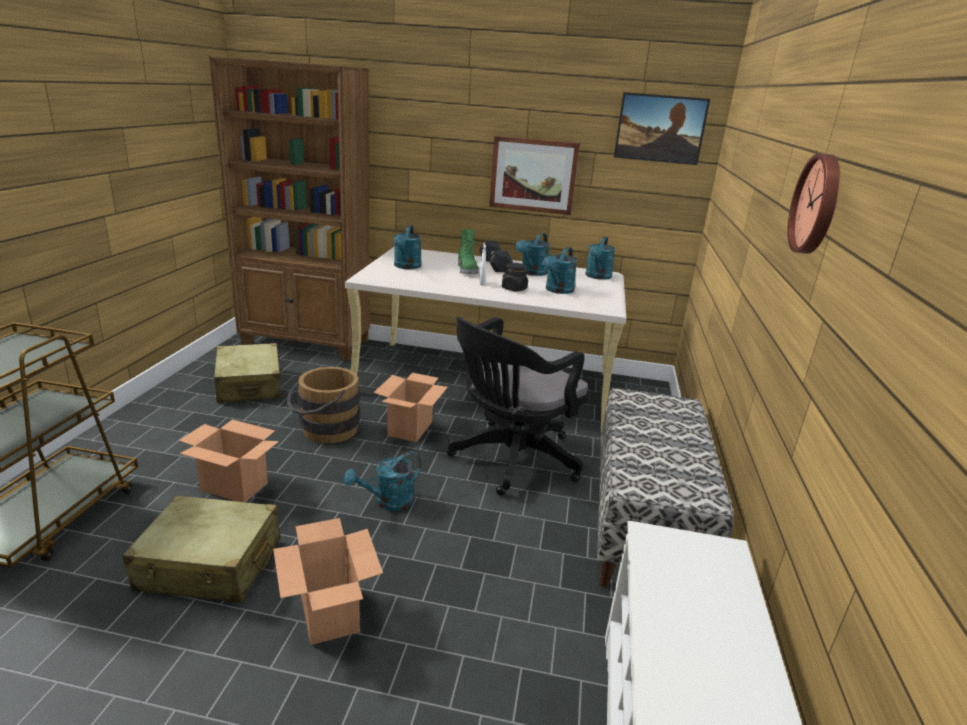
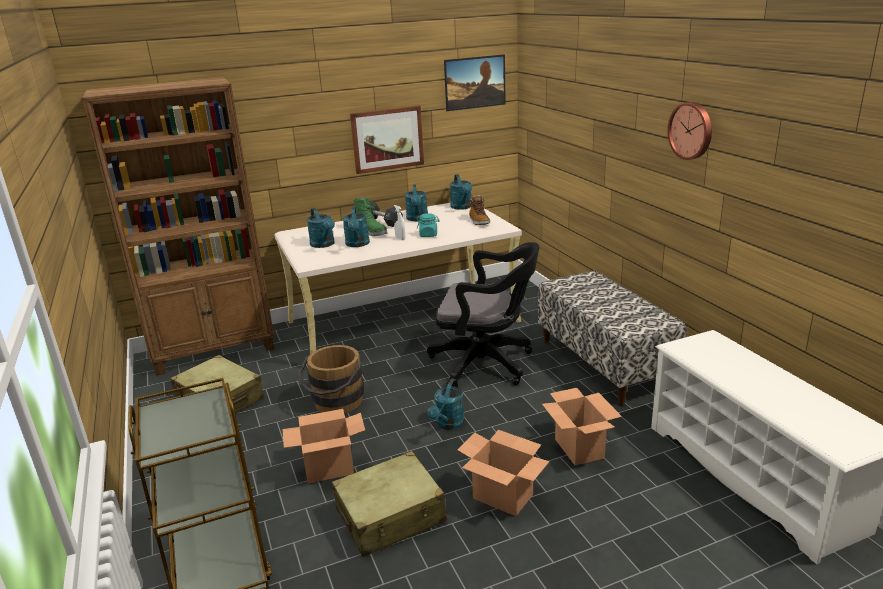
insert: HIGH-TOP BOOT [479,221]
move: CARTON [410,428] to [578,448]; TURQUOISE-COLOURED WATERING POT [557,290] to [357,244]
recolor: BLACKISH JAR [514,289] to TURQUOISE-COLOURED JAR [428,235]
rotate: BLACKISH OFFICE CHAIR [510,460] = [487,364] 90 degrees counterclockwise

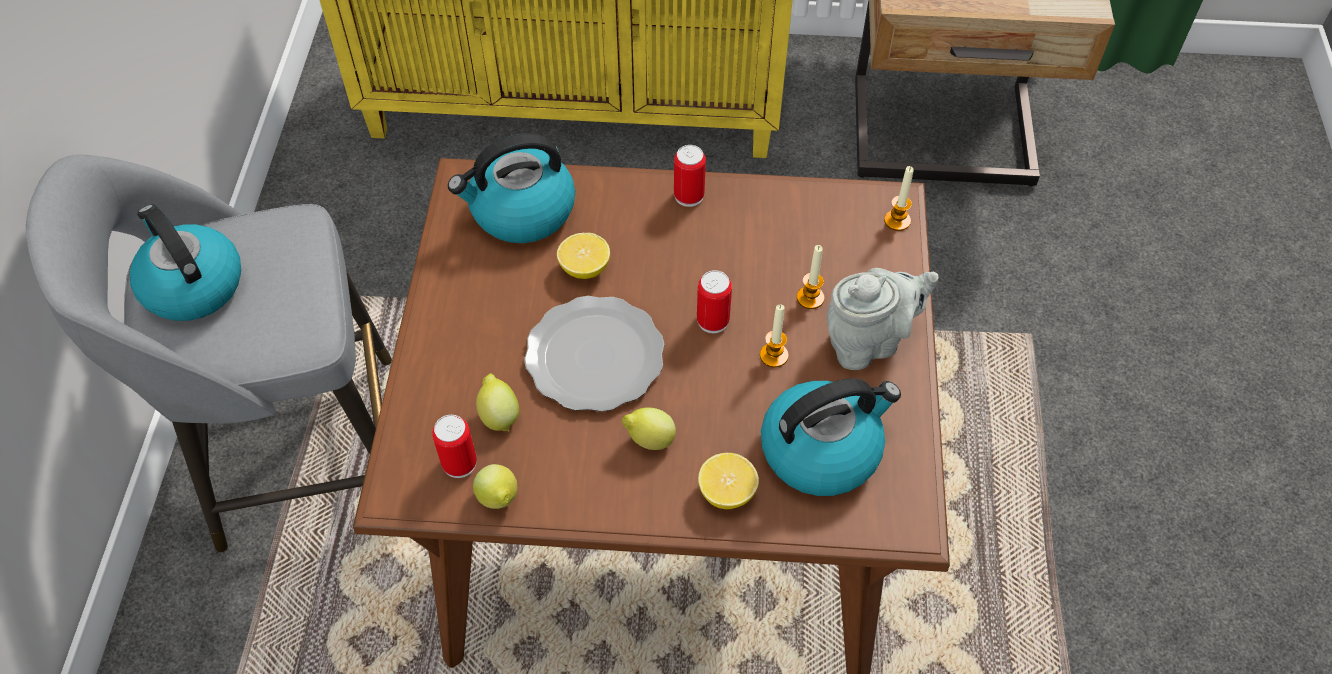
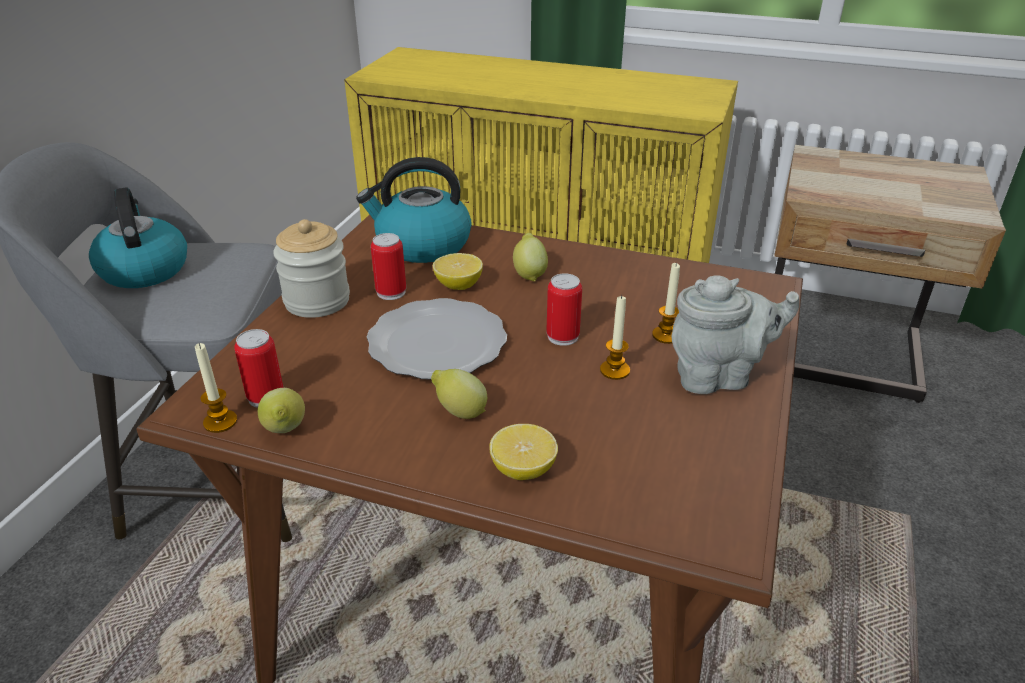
delete: TEA KETTLE [822,450]
insert: JAR [317,301]
move: LEMON [499,415] to [529,274]; METAL CAN [689,196] to [391,292]; CANDLE [897,221] to [220,422]

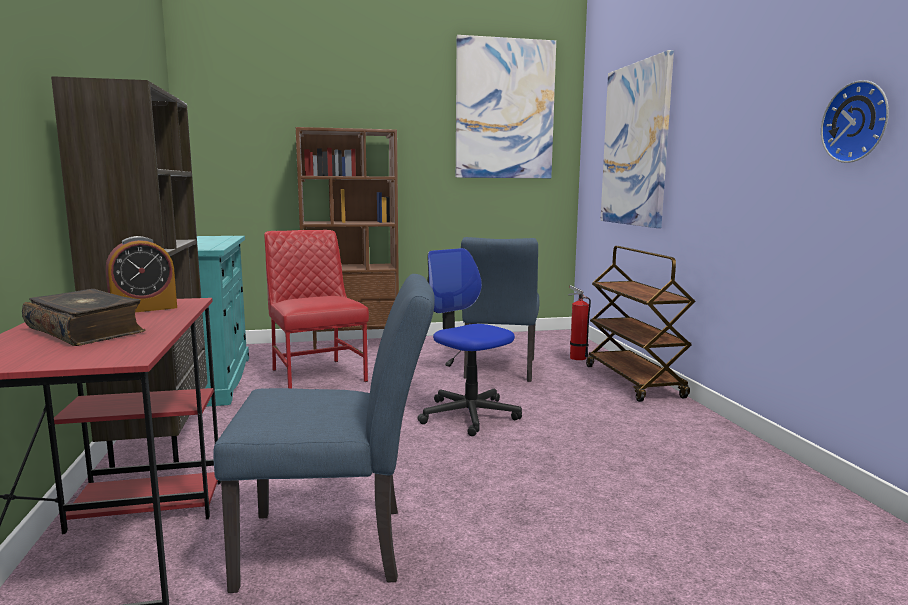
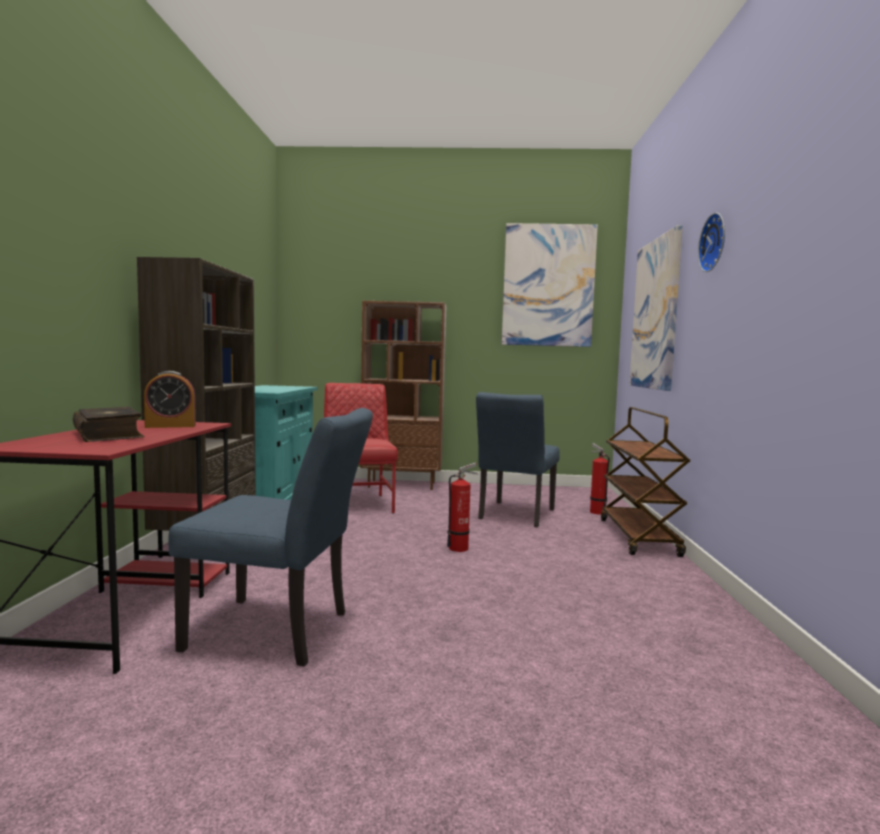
move: WALL CLOCK [858,122] to [715,242]
replace: OFFICE CHAIR [469,415] to FIRE EXTINGUISHER [461,548]

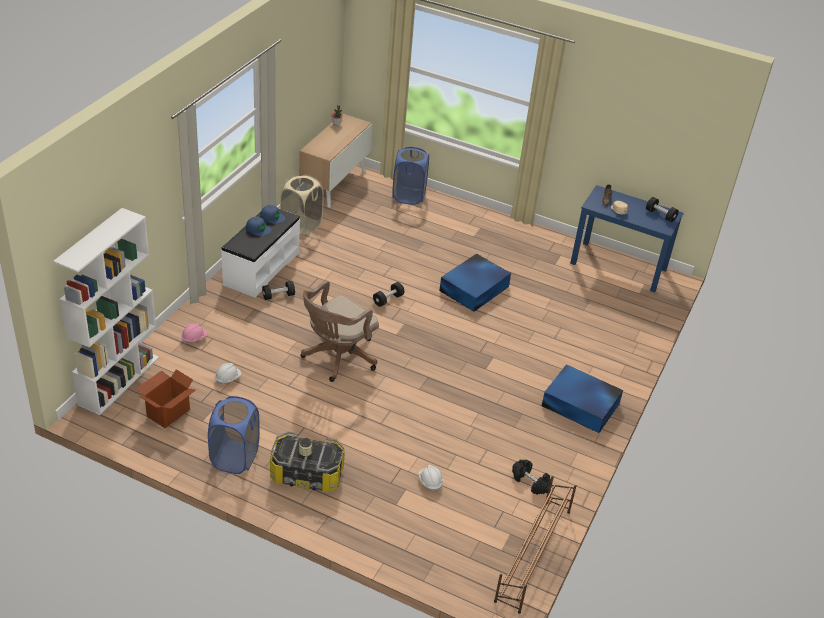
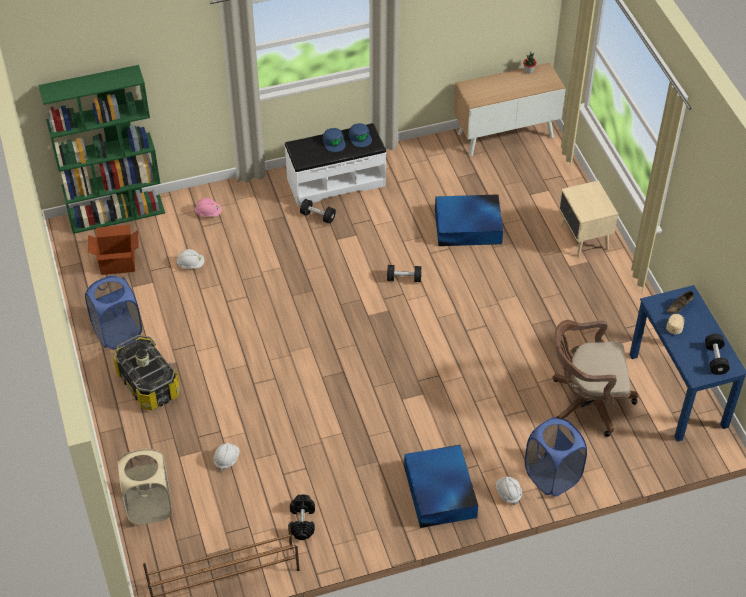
insert: WHITE WORK HELMET [508,493]; SAND-COLOURED NIGHTSTAND [583,238]
move: SAND-COLOURED LAUNDRY BASKET [301,226] to [149,506]; BROWNISH OFFICE CHAIR [337,358] to [586,402]; BLUE-COLOURED LAUNDRY BASKET [408,196] to [552,476]; BLUE-COLOURED STORAGE BIN [475,288] to [469,227]
recolor: WHITE SHELVING UNIT [119,380] to GREEN SHELVING UNIT [117,214]

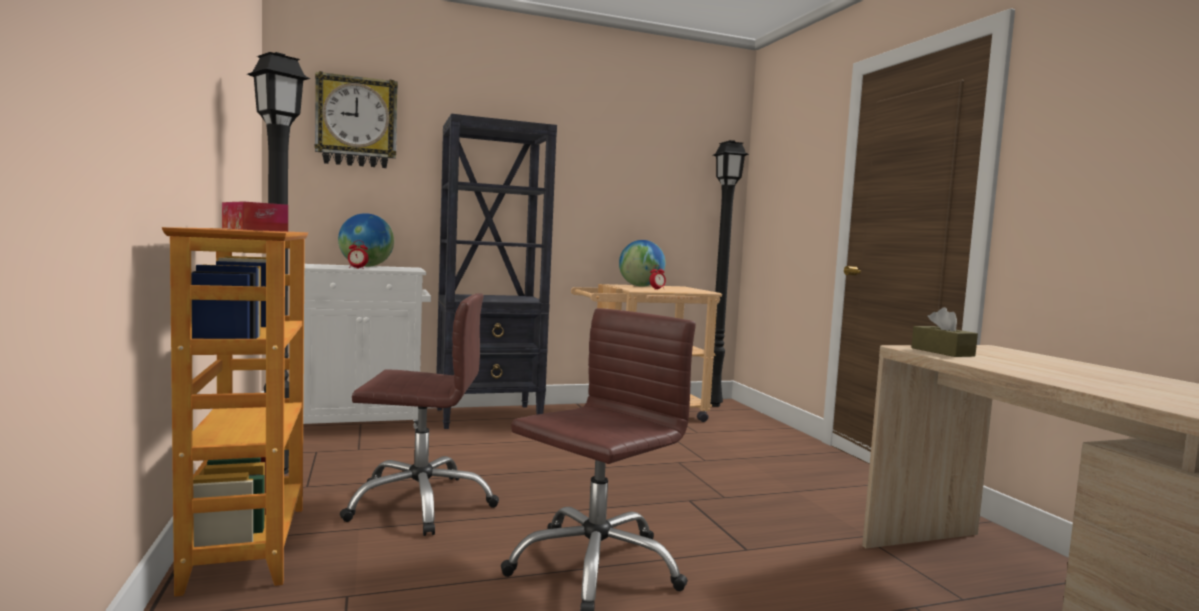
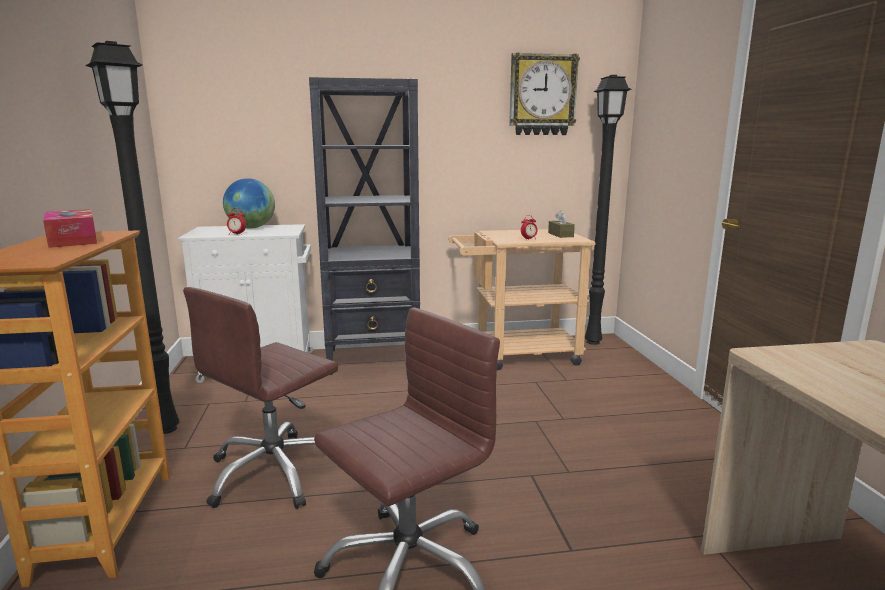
delete: GLOBE [641,286]
move: WALL CLOCK [356,122] to [542,95]; BROWNISH TISSUE BOX [942,352] to [560,235]
rotate: BROWNISH OFFICE CHAIR [421,503] = [274,472] 120 degrees clockwise

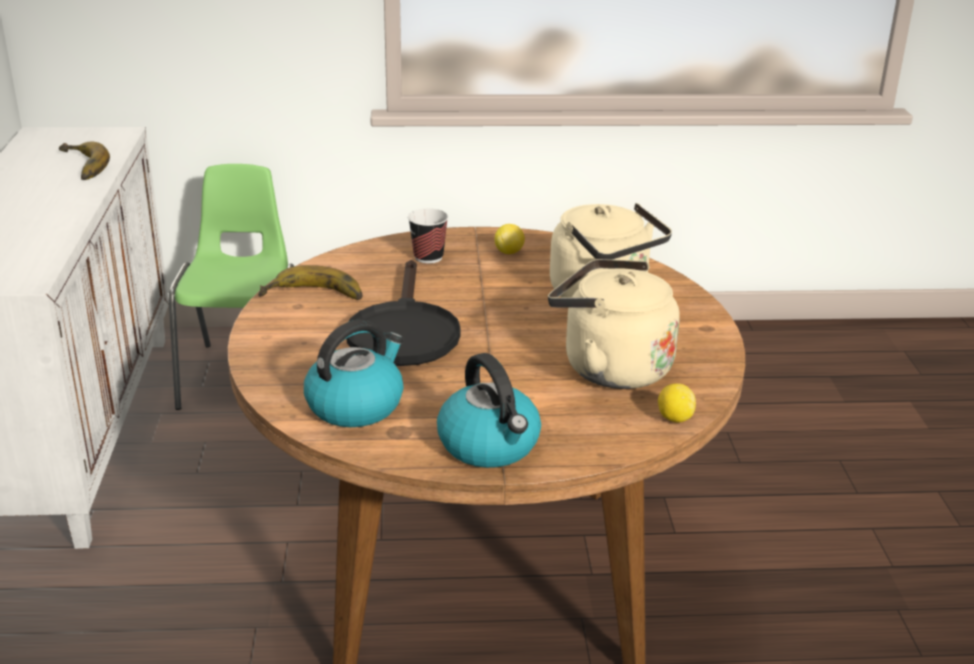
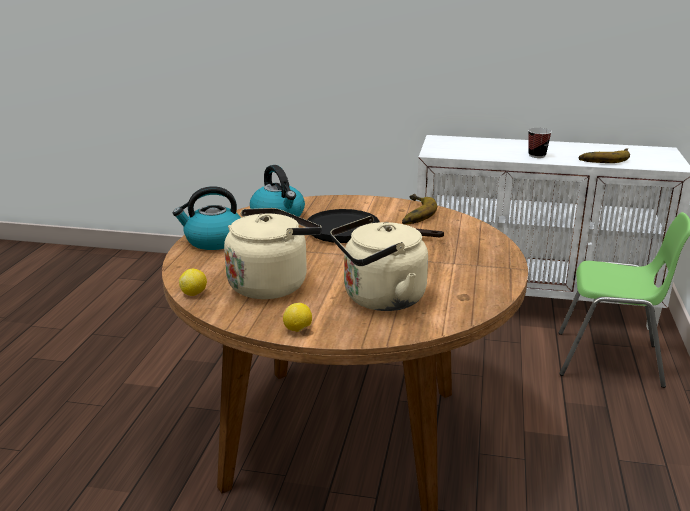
move: CUP [428,257] to [537,155]; LEMON [509,252] to [298,330]

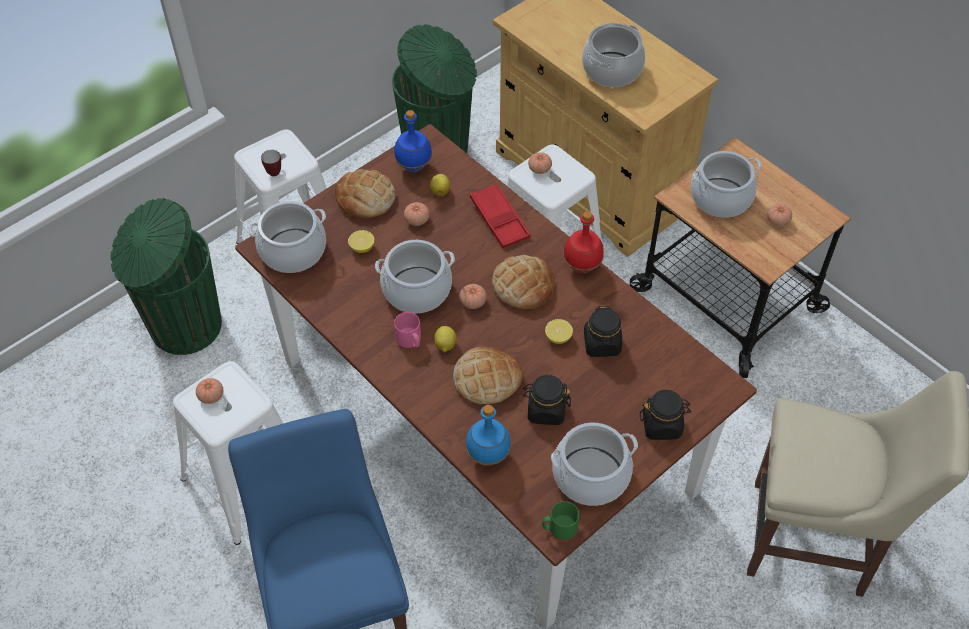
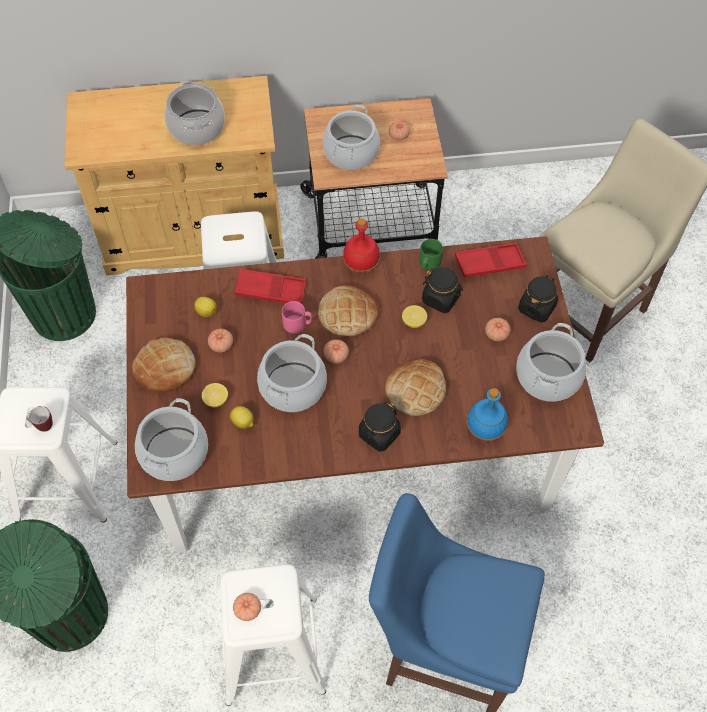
delete: BLUE-COLOURED BEVERAGE BOTTLE [414,167]
insert: RED SERVING TRAY [489,263]
move: PINK COFFEE MUG [410,340] to [297,324]; LEMON [445,345] to [243,423]; BLACKISH JAR [545,410] to [379,434]; WHOLE TOMATO [539,169] to [496,334]; GREEN COFFEE MUG [559,528] to [428,264]

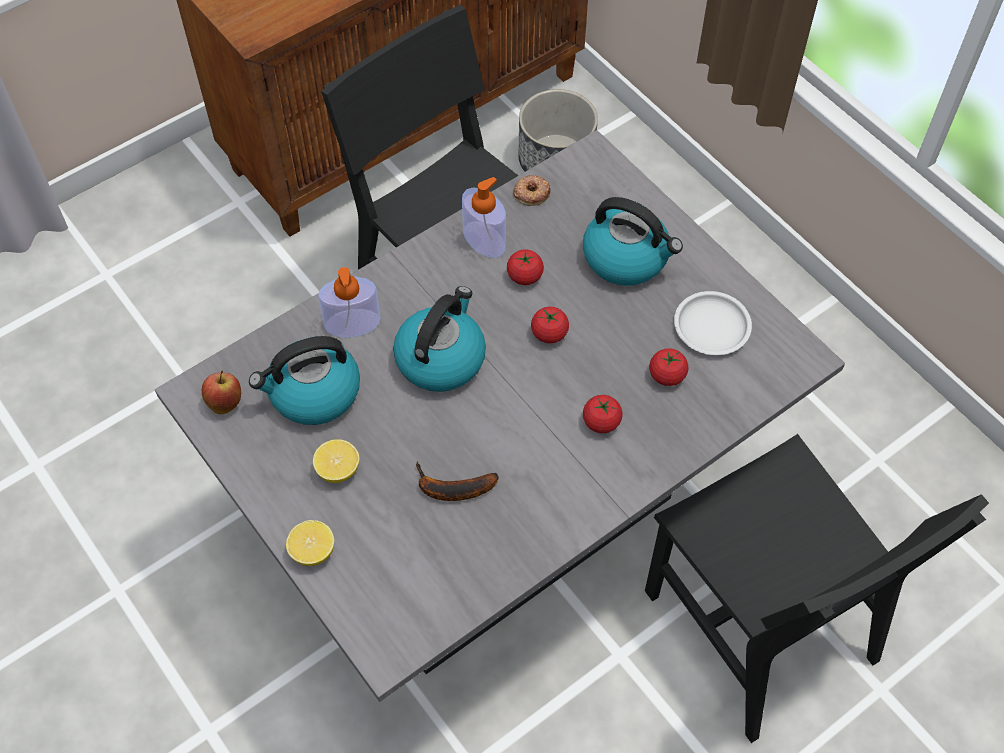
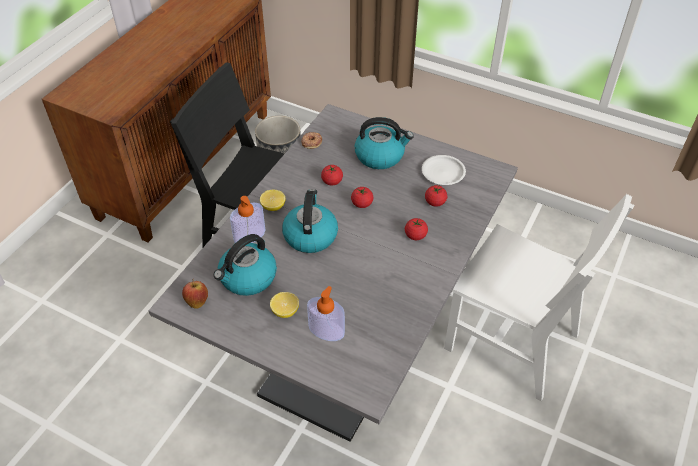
delete: BANANA [451,489]
move: LEMON [312,551] to [273,207]; SOAP BOTTLE [484,239] to [326,330]
recolor: BLACKISH PLAIN CHAIR [759,626] to WHITE PLAIN CHAIR [511,342]

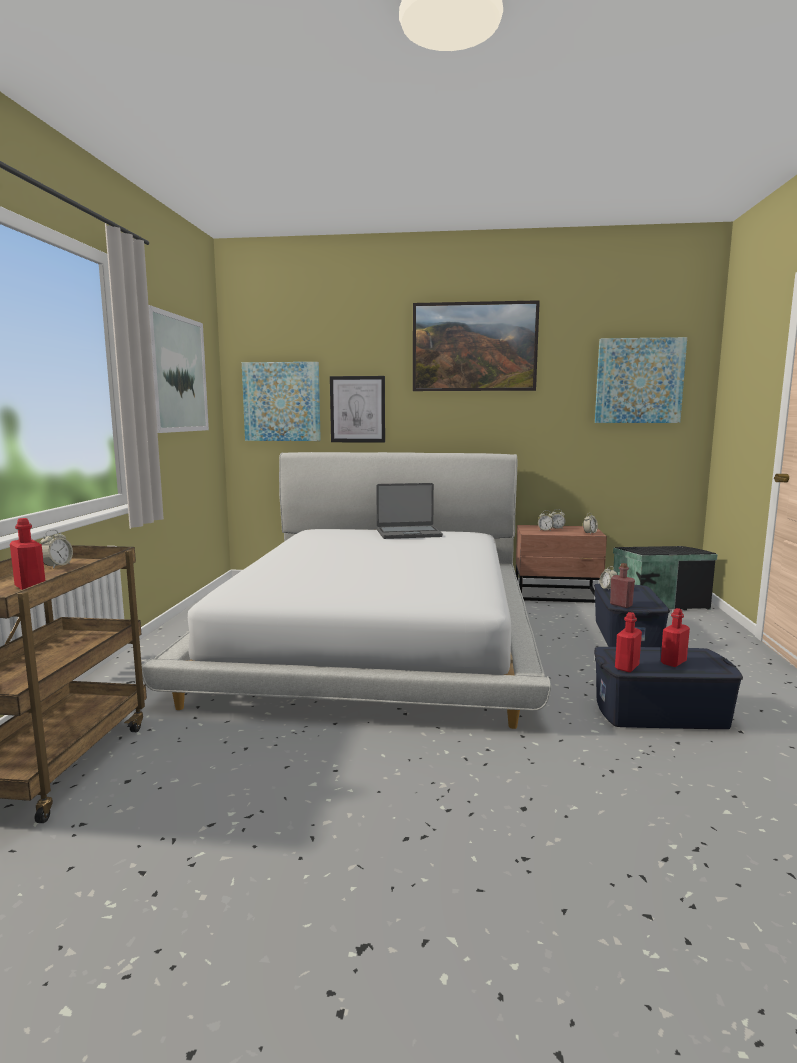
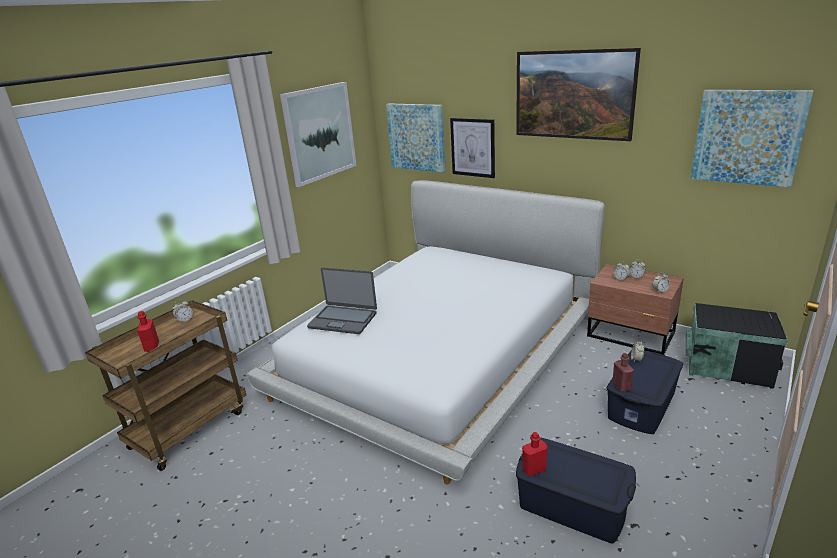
delete: RED BEVERAGE BOTTLE [673,662]
move: NOTEBOOK COMPUTER [408,533] to [343,320]

